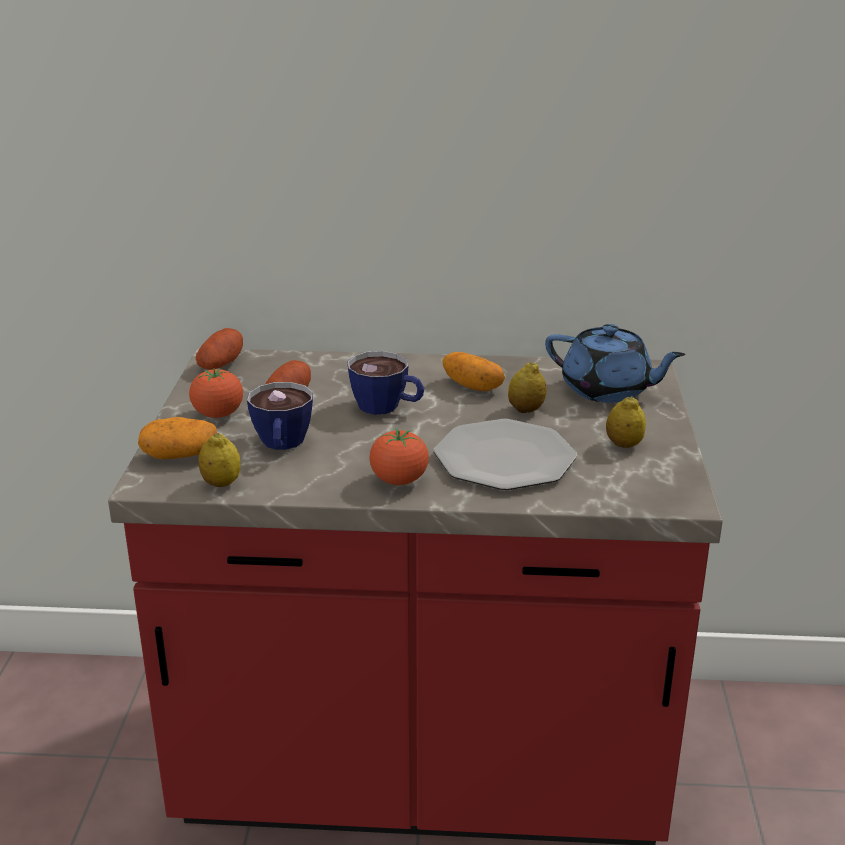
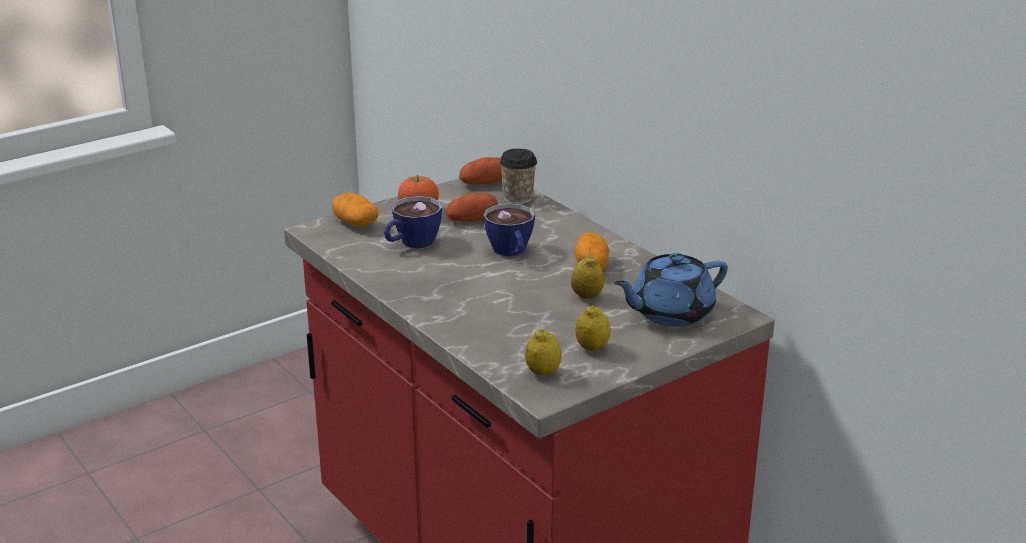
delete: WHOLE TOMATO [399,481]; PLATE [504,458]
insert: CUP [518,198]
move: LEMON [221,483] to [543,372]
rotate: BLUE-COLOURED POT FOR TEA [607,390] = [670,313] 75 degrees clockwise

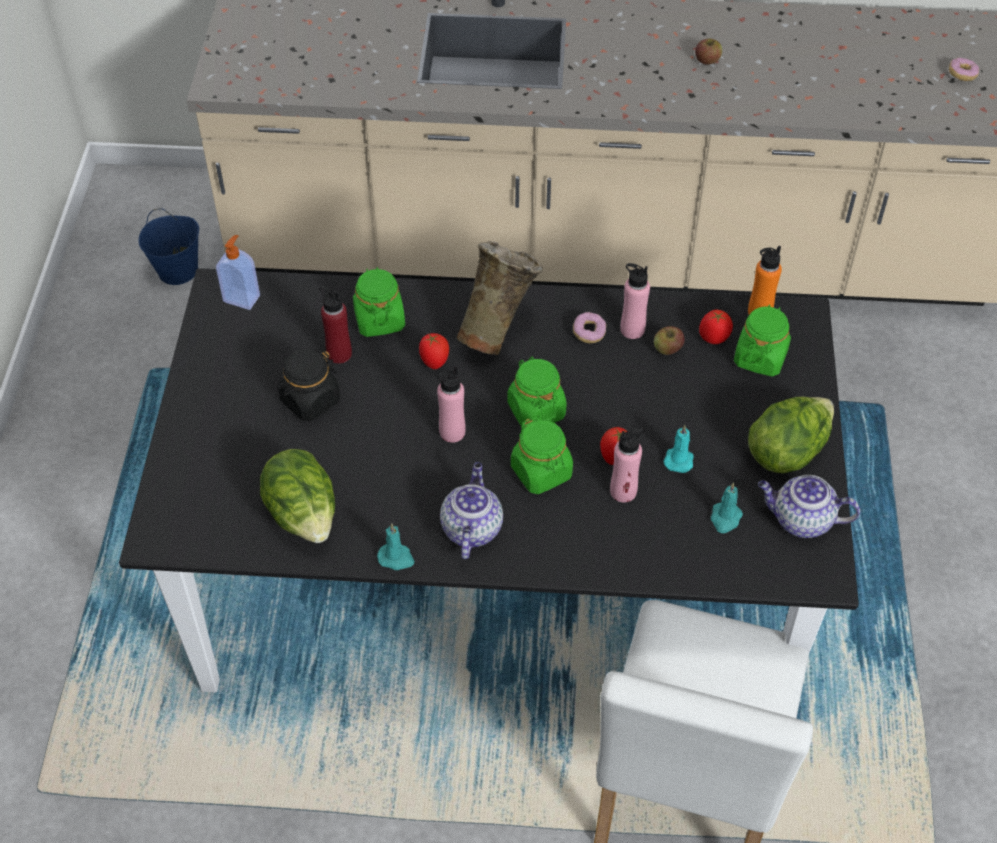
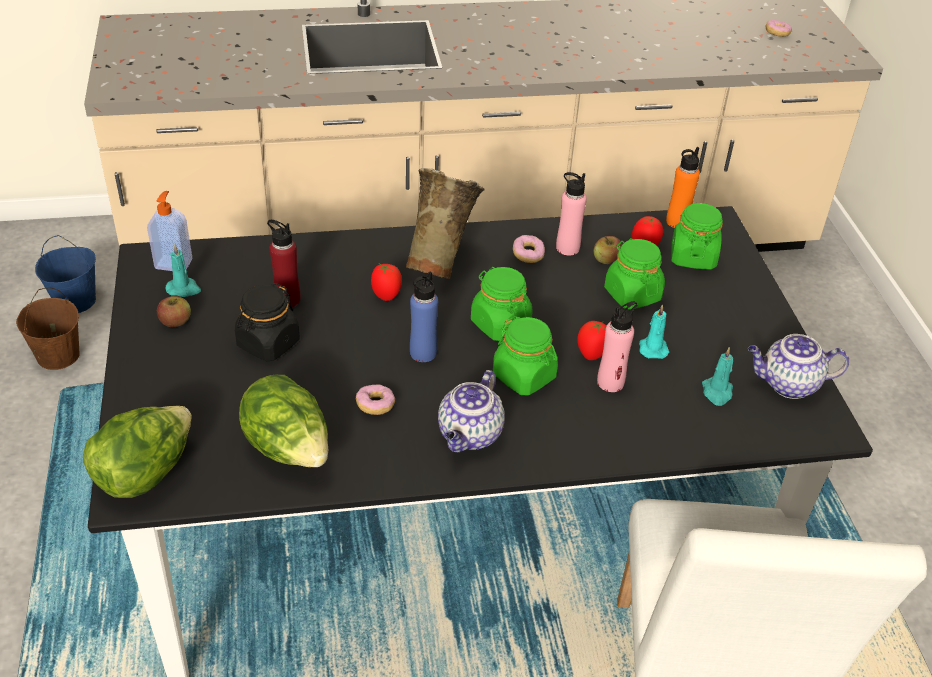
insert: BROWNISH PAIL [57,355]; DONUT [375,405]
move: GREEN JAR [379,320] to [632,294]; TURQUOISE-COLOURED CANDLE [396,558] to [184,289]; APPLE FRUIT [707,60] to [175,321]; HEAD OF LETTUCE [787,451] to [145,473]
recolor: PINK BEVERAGE BOTTLE [452,432] to BLUE-COLOURED BEVERAGE BOTTLE [423,353]
rotate: POT FOR TEA [471,528] = [470,436] 150 degrees counterclockwise

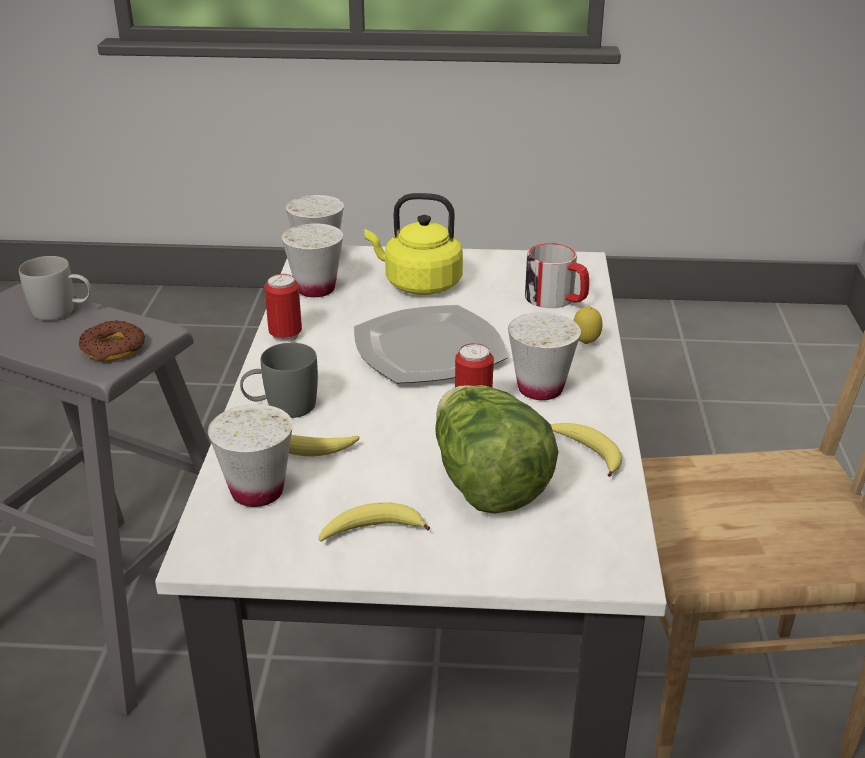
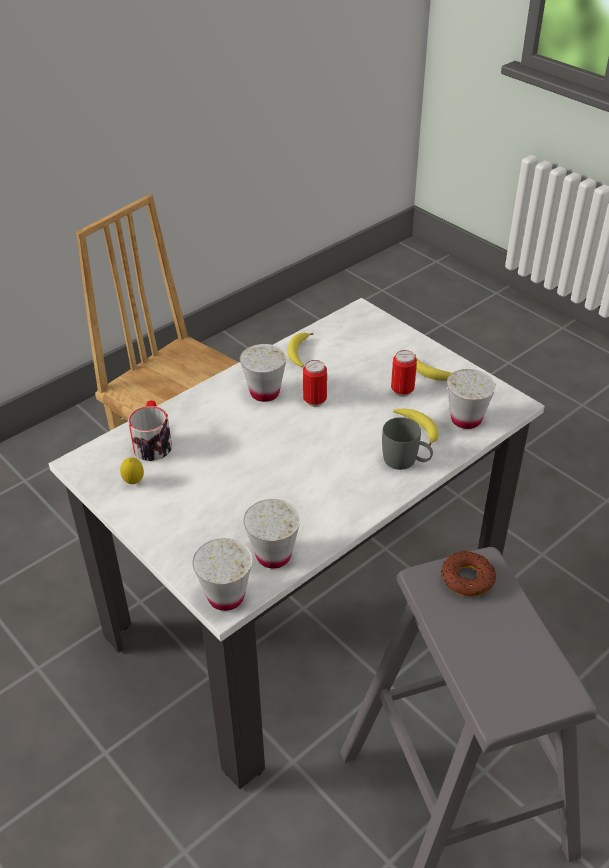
delete: WHITE COFFEE MUG [62,311]; PLATE [431,350]; YELLOW-COLOURED TEA KETTLE [418,284]; HEAD OF LETTUCE [486,484]
move: METAL CAN [285,335] to [402,391]; LEMON [585,343] to [134,482]

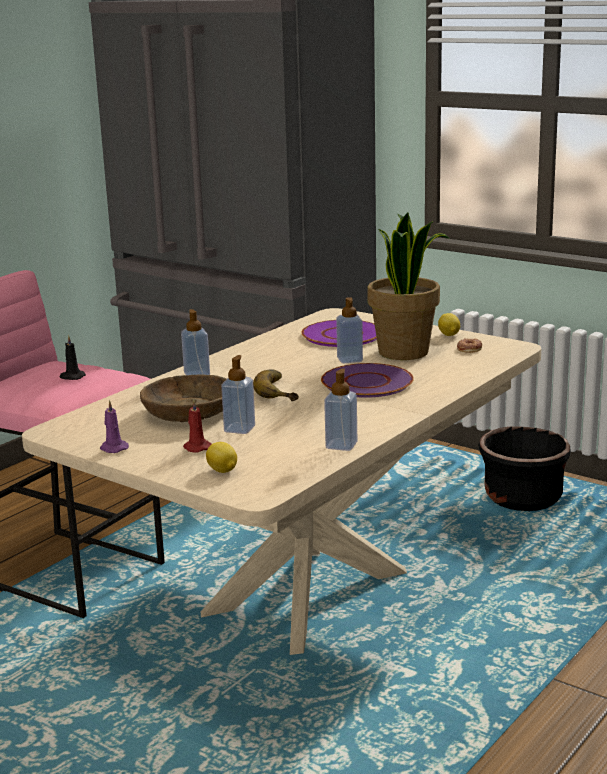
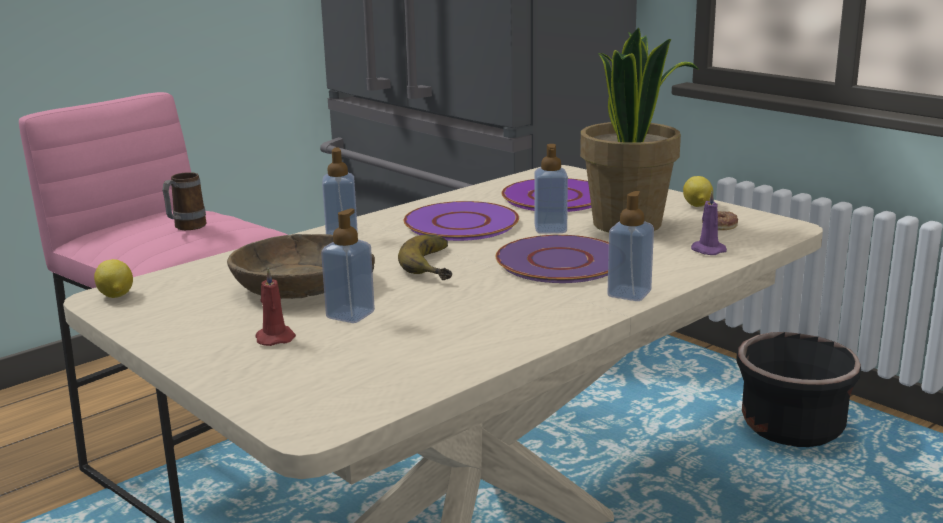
insert: PURPLISH PLATE [460,223]
move: PURPLISH CANDLE [113,448] to [706,250]; LEMON [222,471] to [115,296]; SOAP BOTTLE [341,445] to [629,294]
replace: BLACKISH CANDLE [72,377] to COFFEE MUG [185,228]

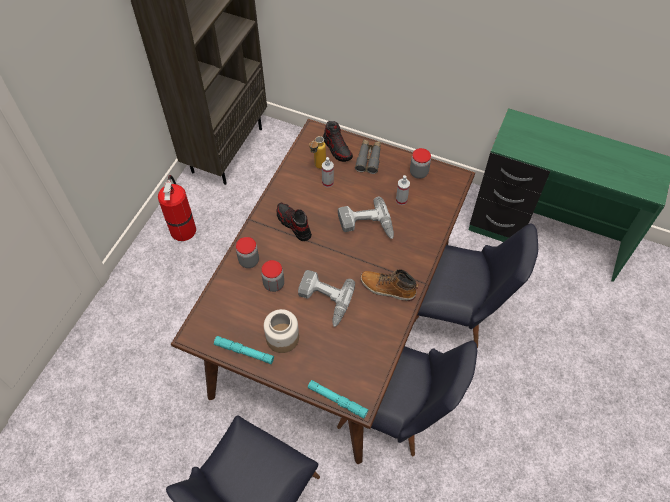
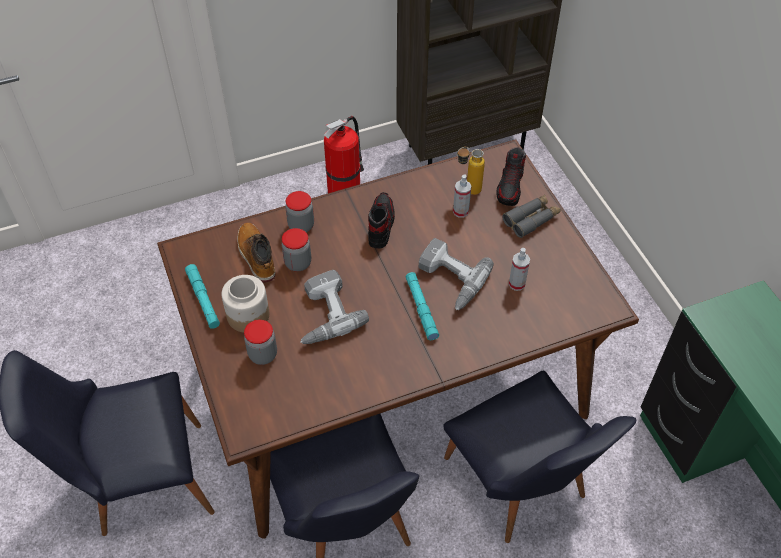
move: TURQUOISE-COLOURED FLASHLIGHT [337,400] to [421,309]; HIGH-TOP BOOT [387,288] to [256,256]; JAR [418,173] to [263,354]

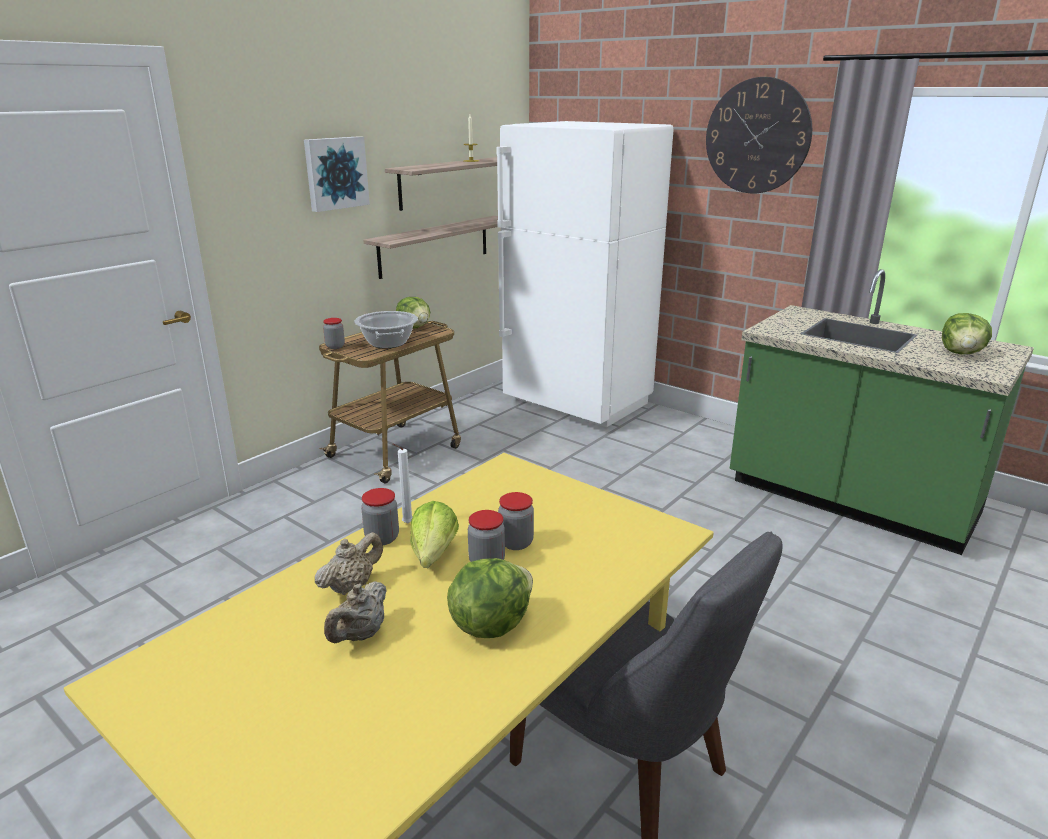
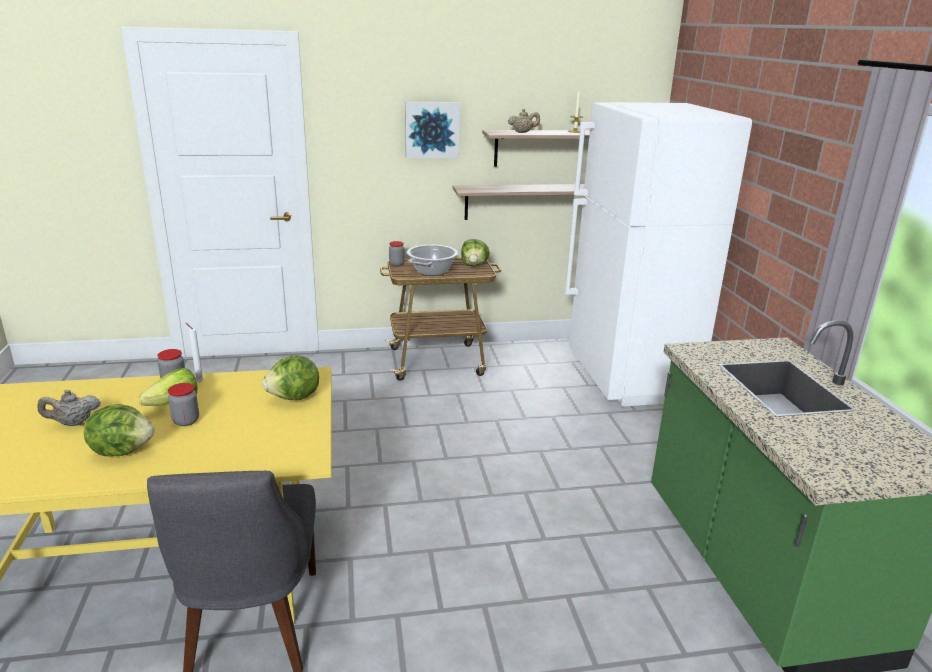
delete: JAR [516,543]; WALL CLOCK [757,136]
move: SAND-COLOURED POT FOR TEA [351,586] to [523,132]; HEAD OF LETTUCE [961,353] to [294,398]

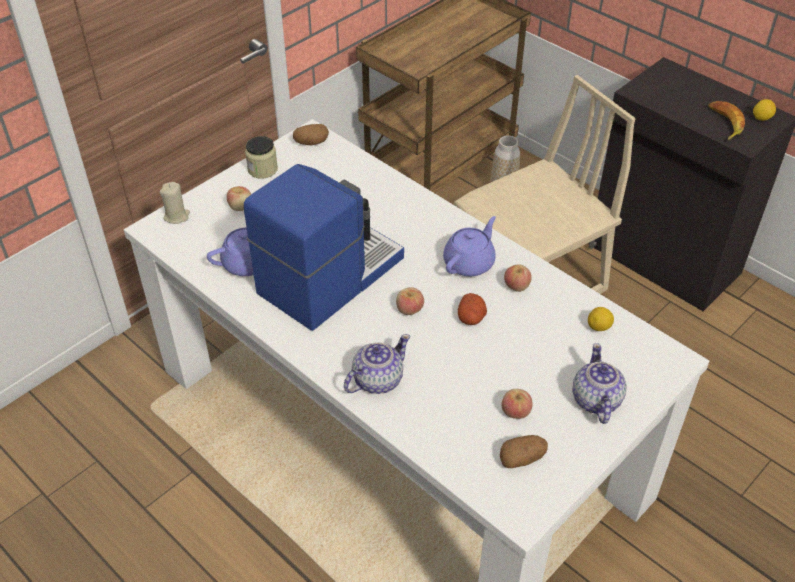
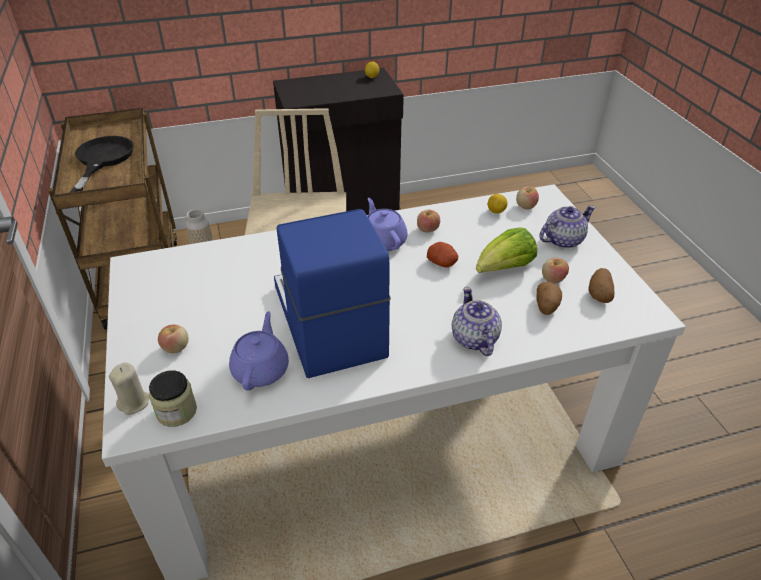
delete: BANANA [724,123]
insert: BLACKISH SKILLET [102,160]; HEAD OF LETTUCE [504,269]
move: JAR [262,169] to [176,411]; POTATO [311,142] to [546,307]; APPLE FRUIT [409,310] to [525,206]
rotate: POT FOR TEA [595,400] = [562,240] 120 degrees clockwise

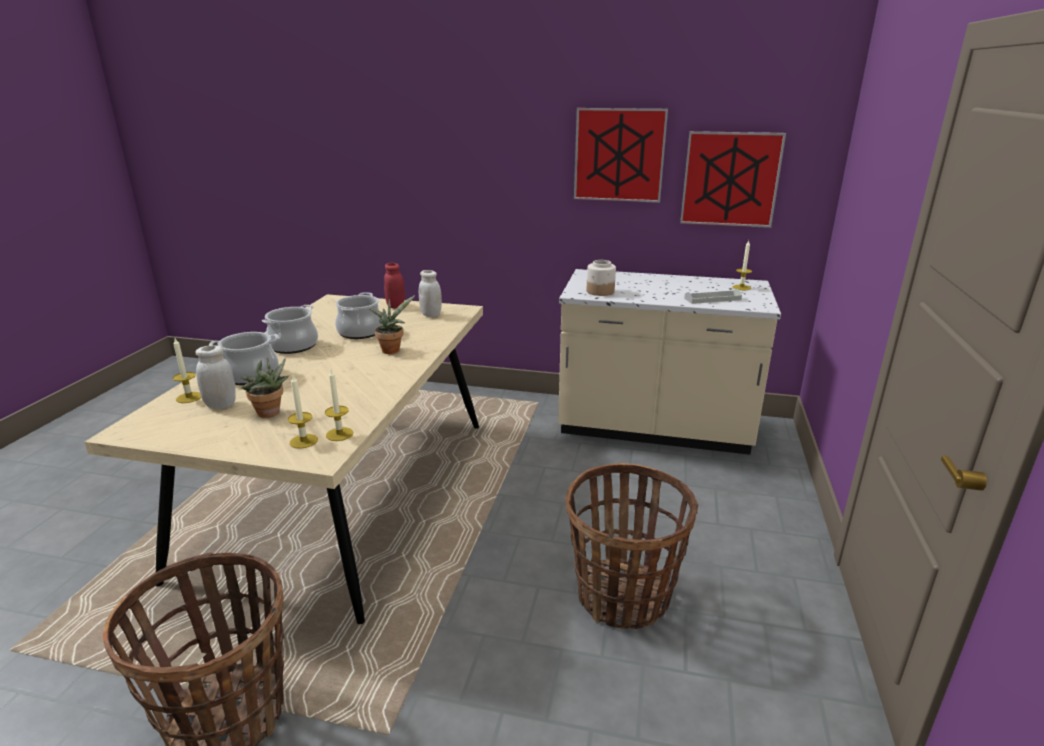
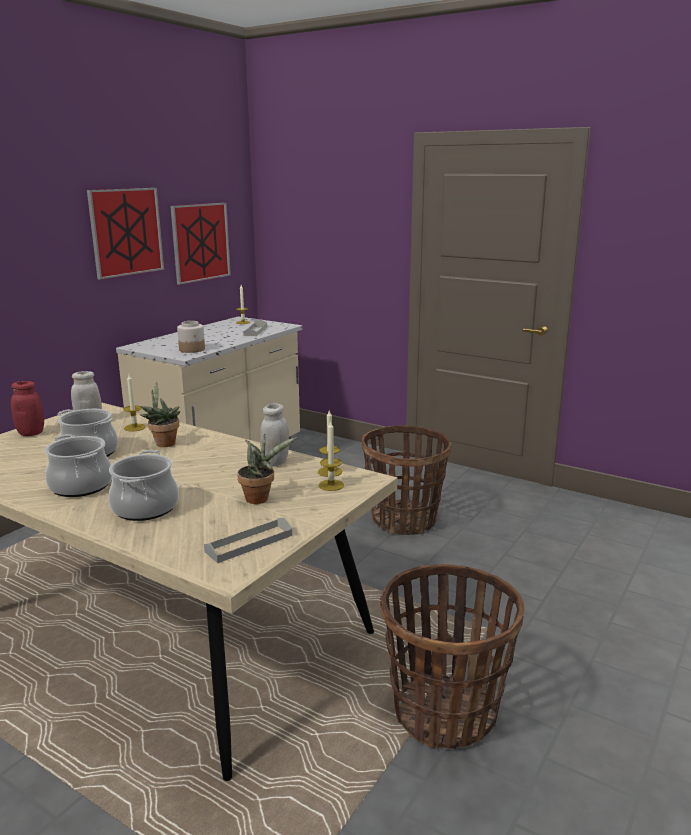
insert: GRAY SERVING TRAY [249,543]
move: CANDLE [189,397] to [134,427]; WHITE JAR [221,405] to [275,462]

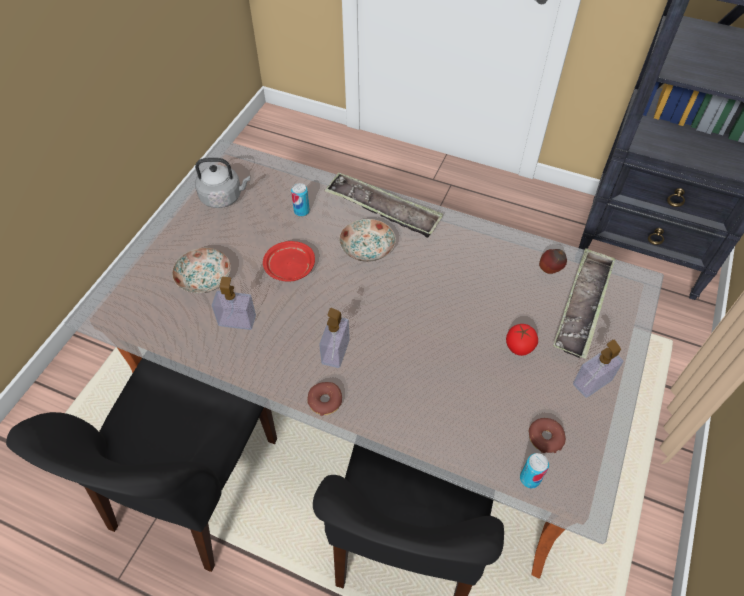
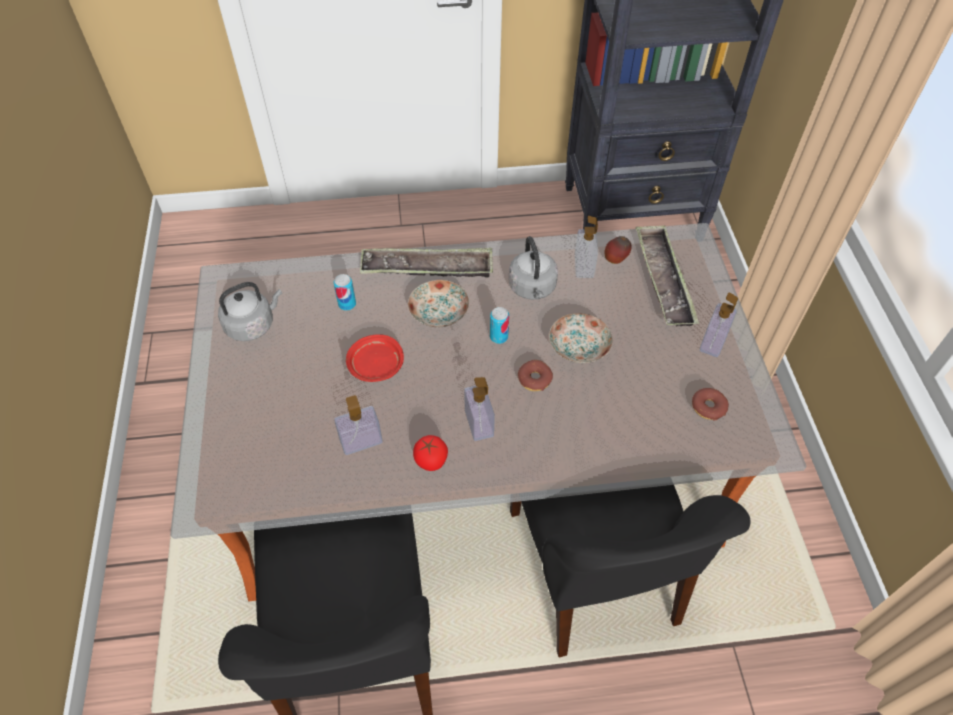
insert: GRAY TEA KETTLE [532,288]; SOAP BOTTLE [584,266]
move: PLATE [205,278] to [579,346]; DONUT [325,401] to [534,379]; WHOLE TOMATO [519,346] to [430,460]; METAL CAN [530,478] to [499,337]

